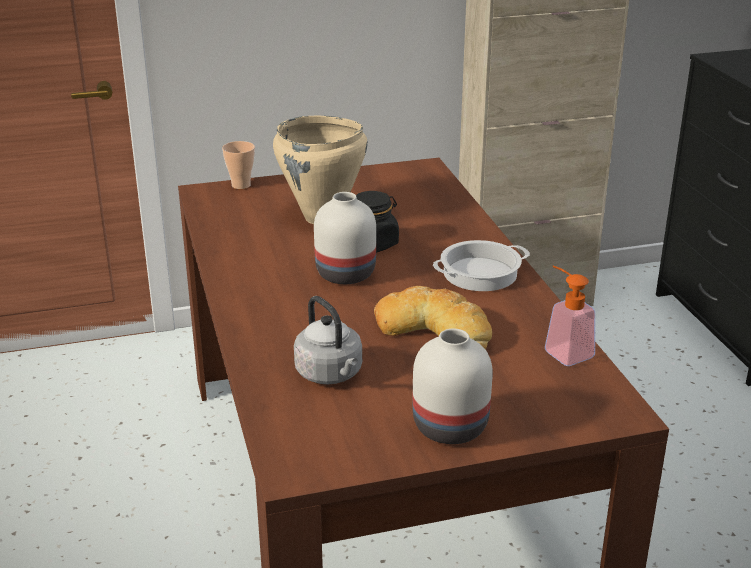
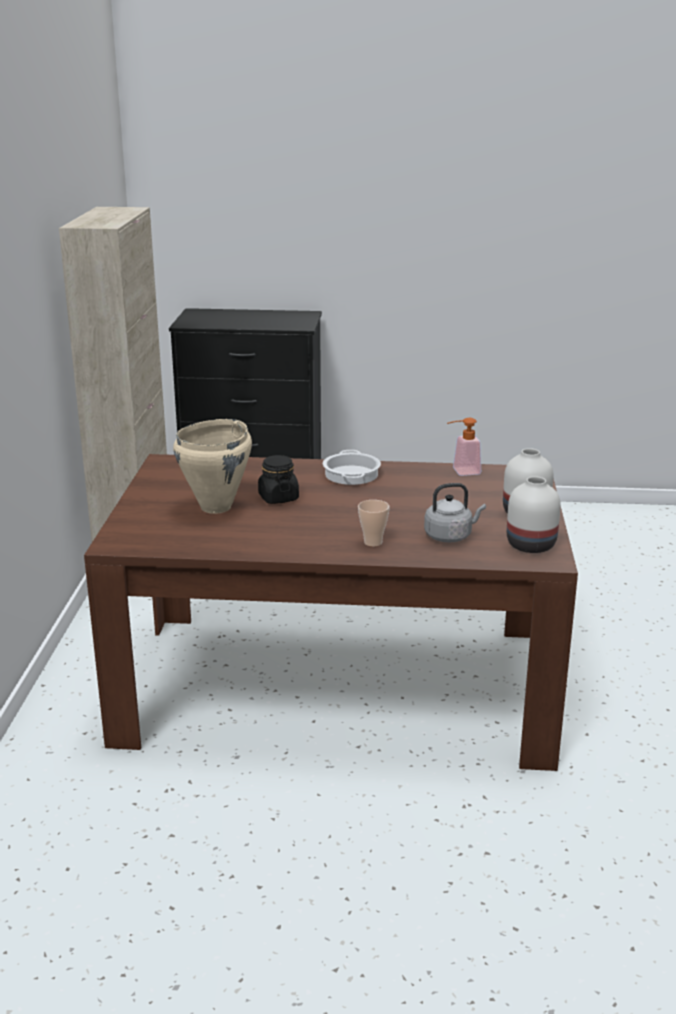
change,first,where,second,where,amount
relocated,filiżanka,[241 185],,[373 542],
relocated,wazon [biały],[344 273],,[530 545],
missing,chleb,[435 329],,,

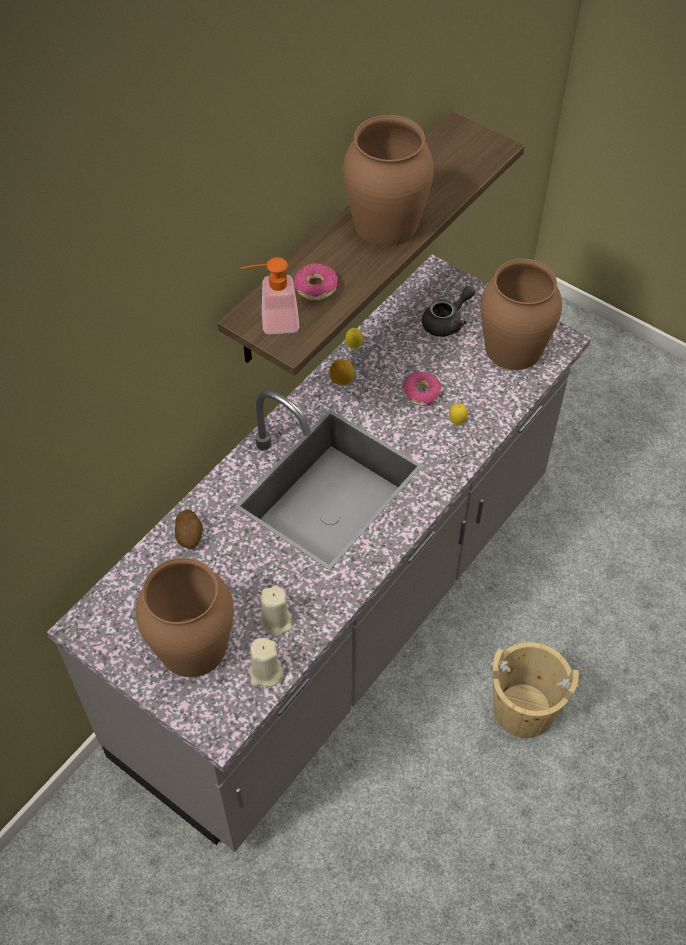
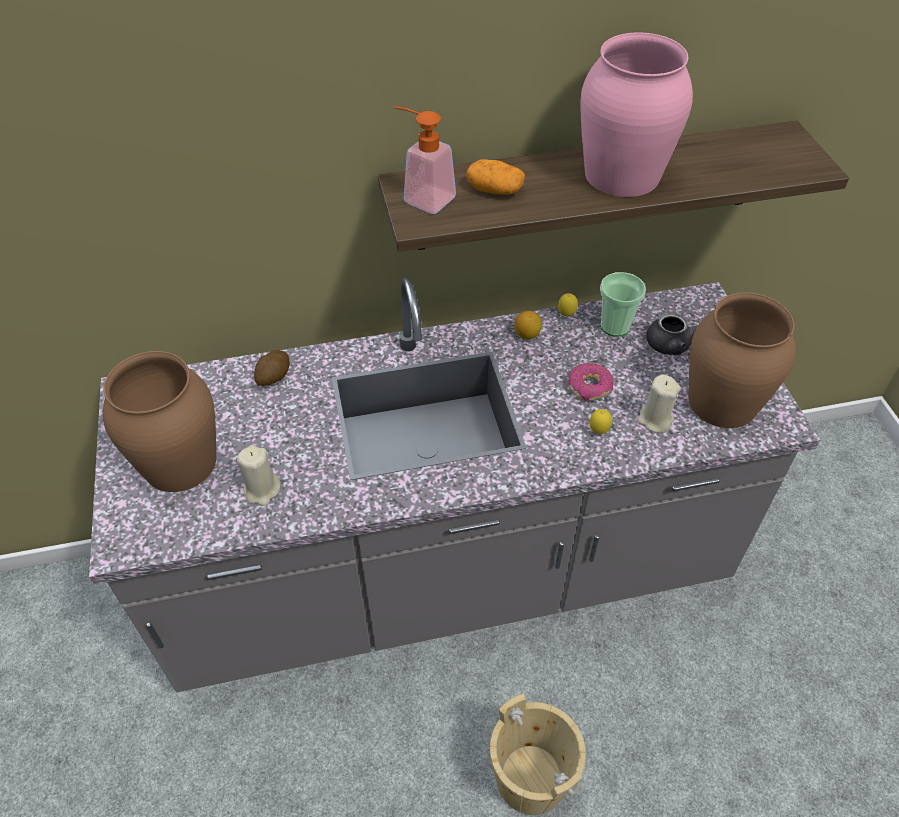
change,first,where,second,where,amount
colour,wazon [brązowy],[386 223],wazon [różowy],[623 174],
exchanged,donut,[315 287],ziemniak,[494 190],
relocated,świeca [beżowy],[265 673],,[654 420],
appeared,,,filiżanka,[615 326],

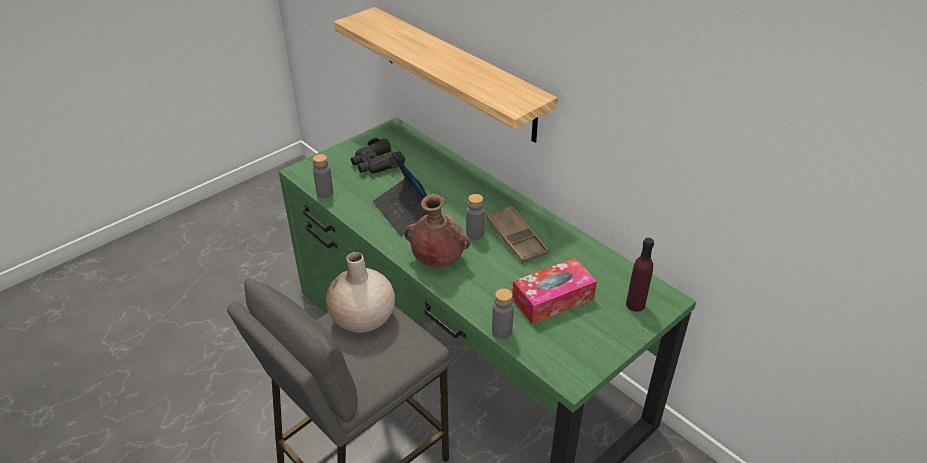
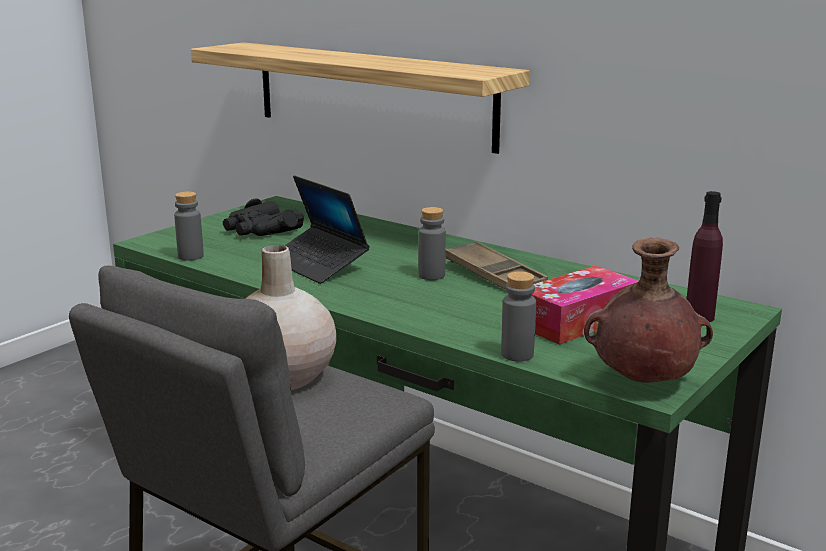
change,first,where,second,where,amount
relocated,wazon [brązowy],[437 260],,[641 382],

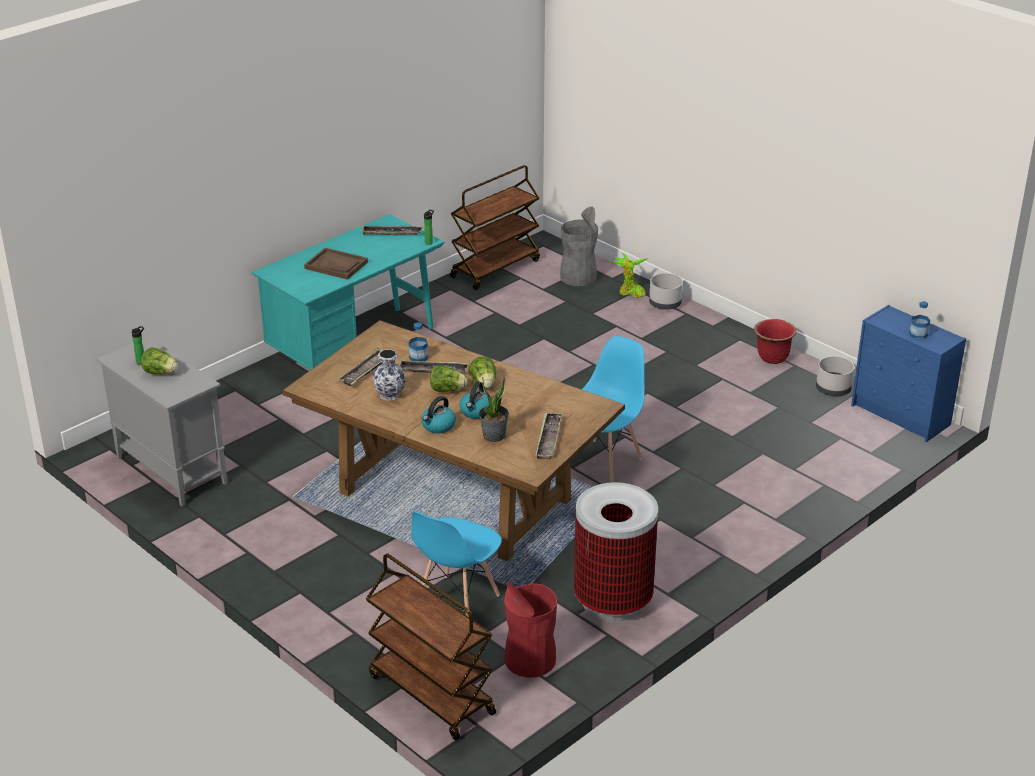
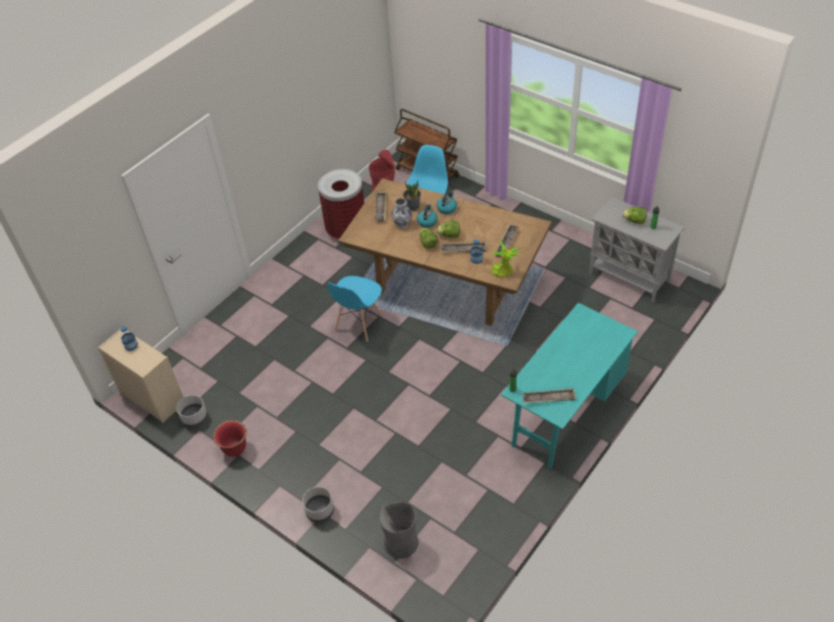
change,first,where,second,where,amount
missing,wózek [brązowy],[495 268],,,
missing,taca [brązowy],[336 265],,,
relocated,roślina doniczkowa,[630 293],,[503 271],
colour,komoda [niebieski],[901 415],komoda [beżowy],[151 397],
relocated,wazon,[389 395],,[402 223],

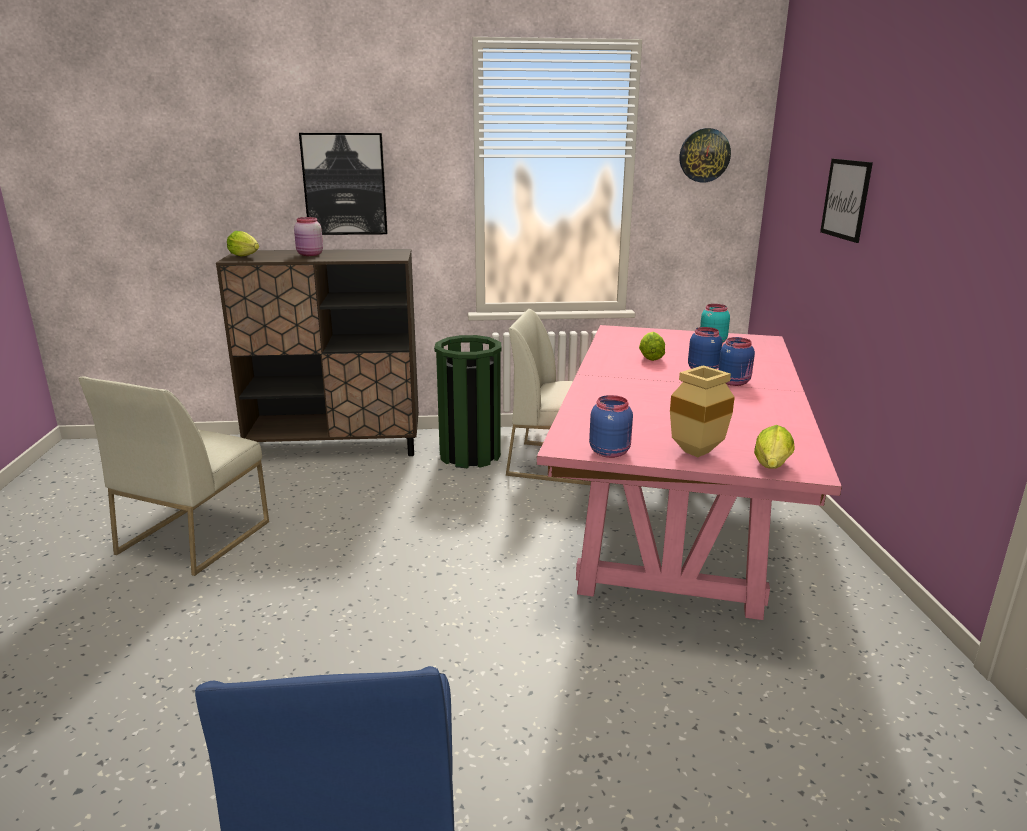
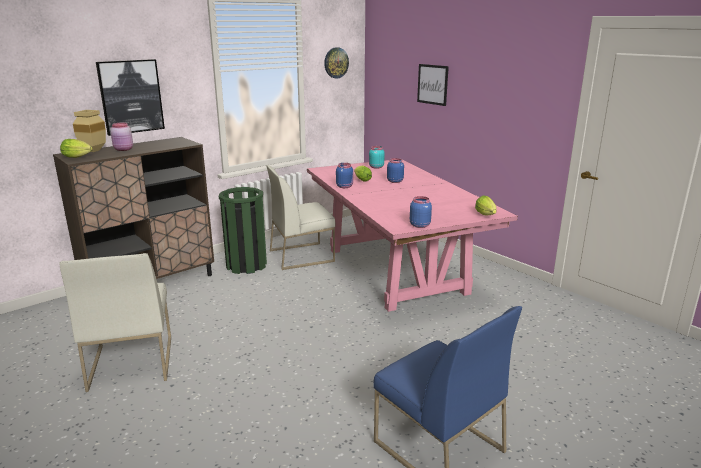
change,first,where,second,where,amount
relocated,słoik [niebieski],[734 382],,[345 186],
relocated,wazon [beżowy],[696 453],,[93 151],

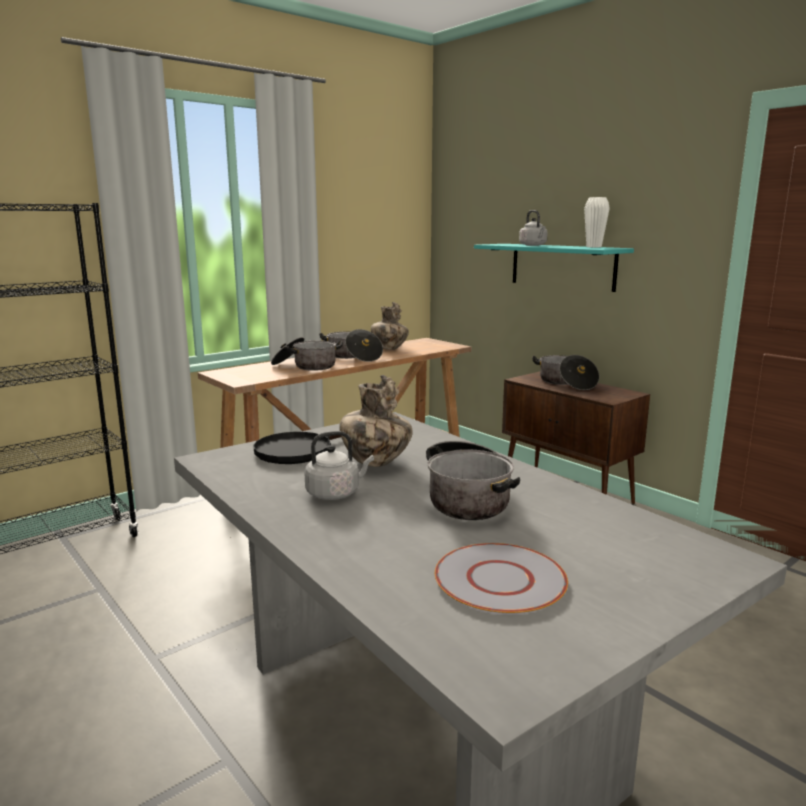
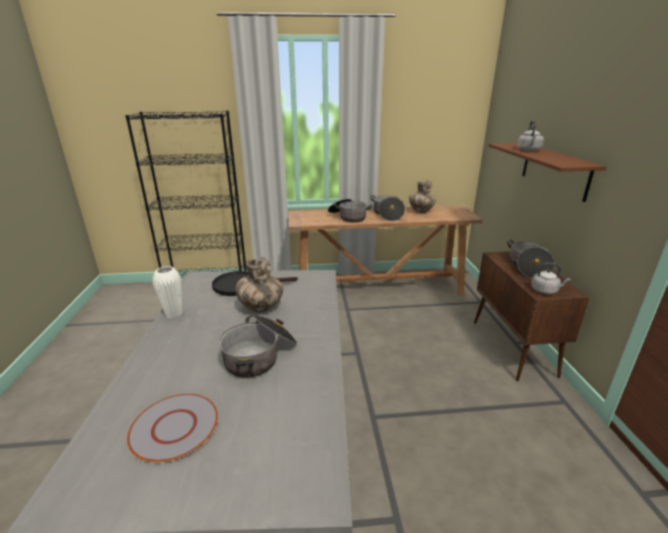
change,first,where,second,where,amount
relocated,wazon [biały],[593 247],,[174 315],
colour,półka [turkusowy],[562 266],półka [brązowy],[554 170],
relocated,czajnik [szary],[335 493],,[545 291],

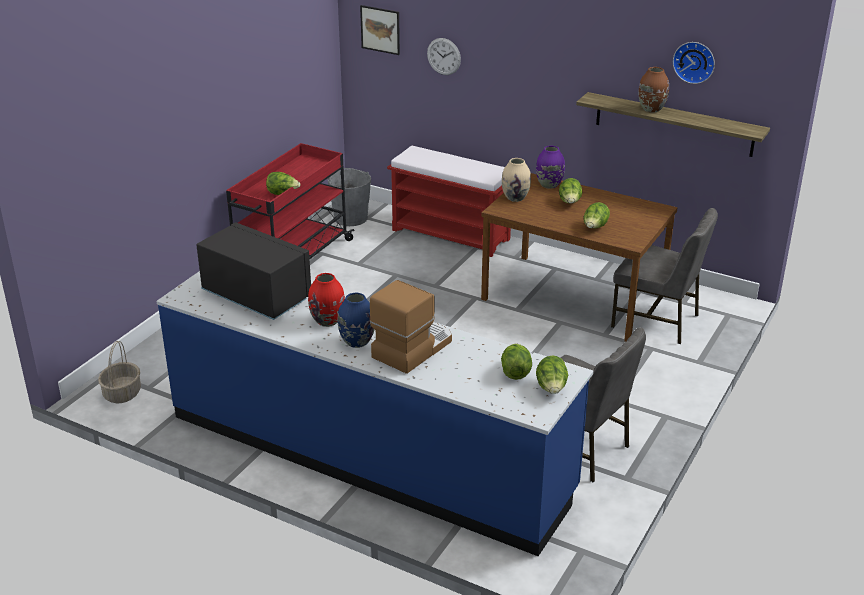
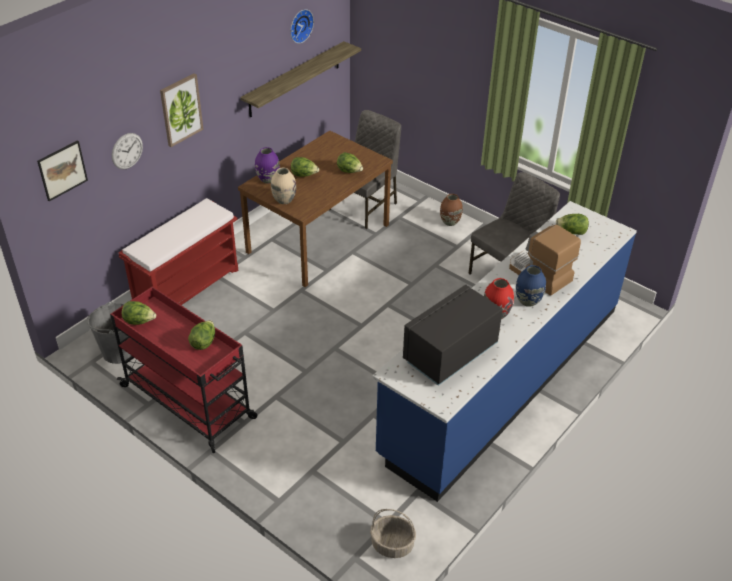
change,first,where,second,where,amount
relocated,wazon [brązowy],[651 109],,[450 222],
relocated,sałata,[551 389],,[139 321],
appeared,,,obraz,[181 109],

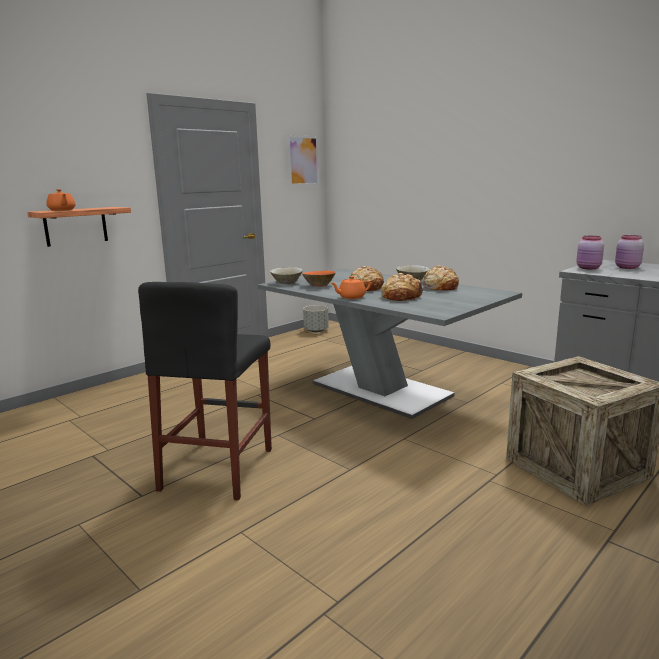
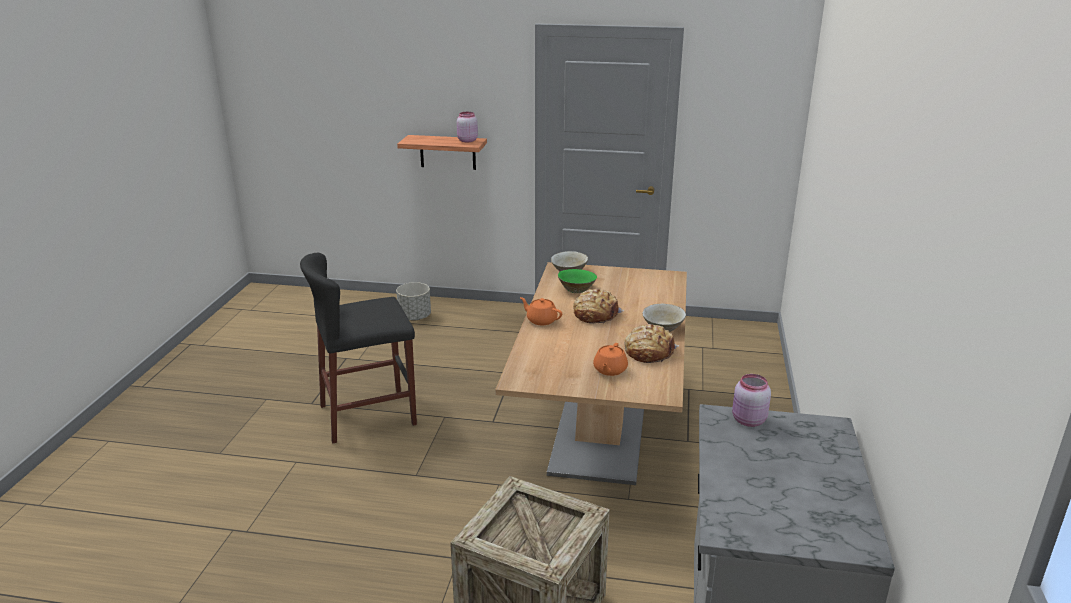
change,first,where,second,where,amount
missing,obraz,[303 160],,,
relocated,imbryk [pomarańczowy],[62 210],,[609 370],
relocated,słoik [różowy],[627 267],,[467 140],
colour,stół jadalny [szary],[381 389],stół jadalny [brązowy],[599 433],
colour,miska [pomarańczowy],[319 285],miska [zielony],[577 289],
missing,chleb,[401 296],,,
relocated,donica [szary],[316 330],,[415 317],

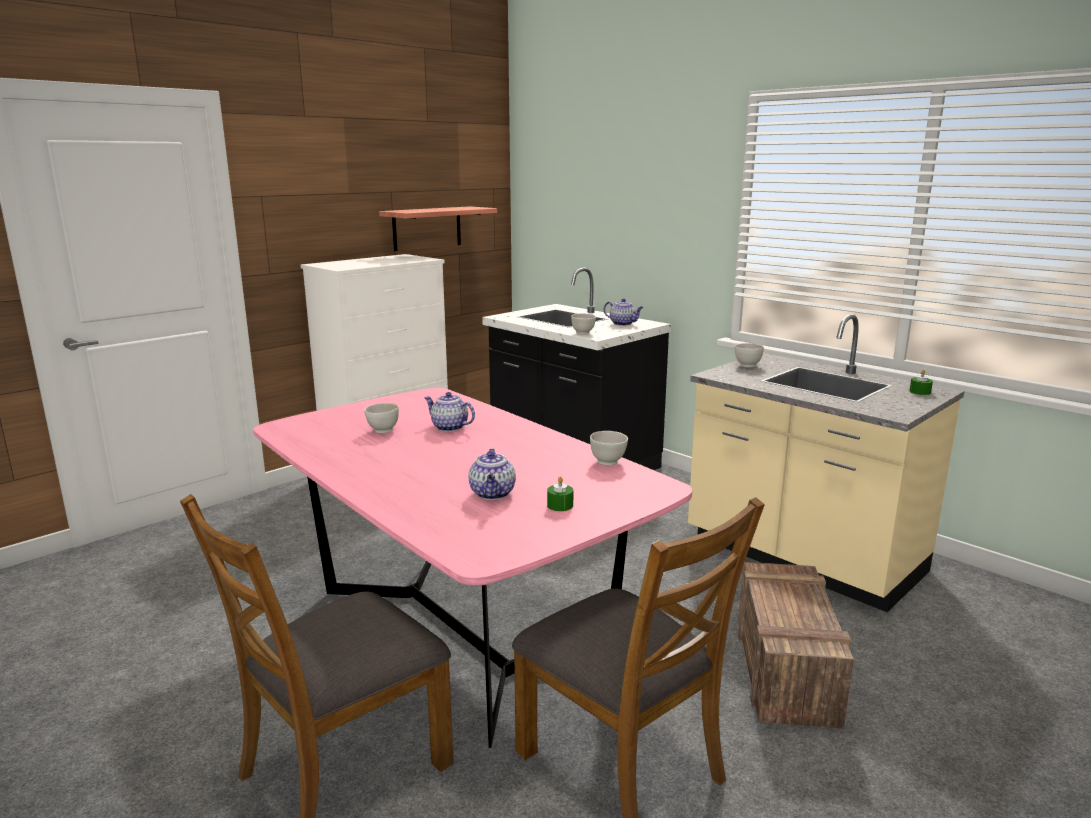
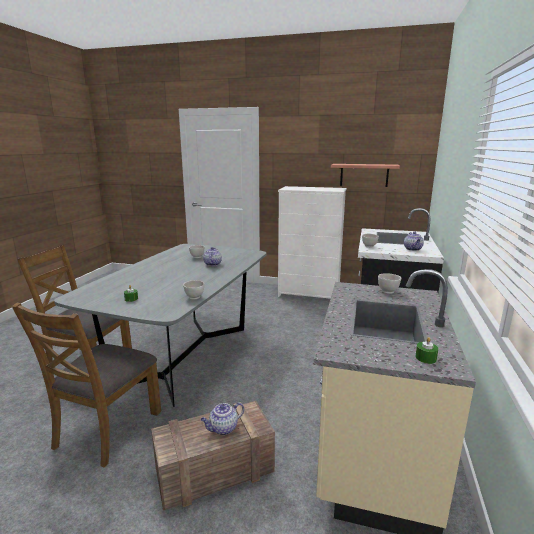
change,first,where,second,where,amount
colour,stół jadalny [różowy],[456 632],stół jadalny [szary],[185 356],
relocated,imbryk,[493 494],,[223 428],

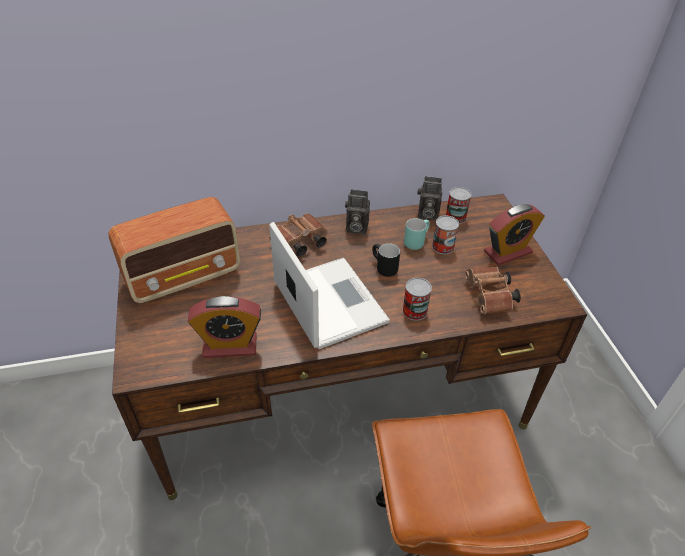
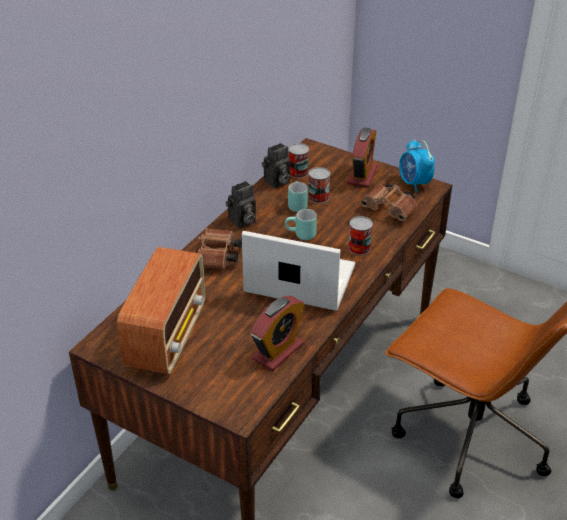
change,first,where,second,where,amount
colour,kubek [czarny],[382 268],kubek [turkusowy],[301 236],
appeared,,,budzik,[414 183],

